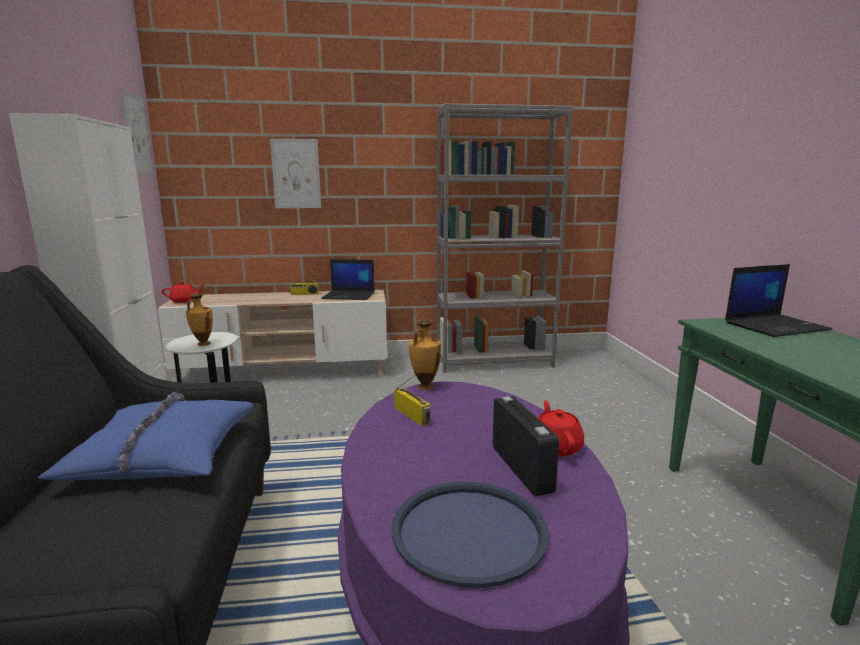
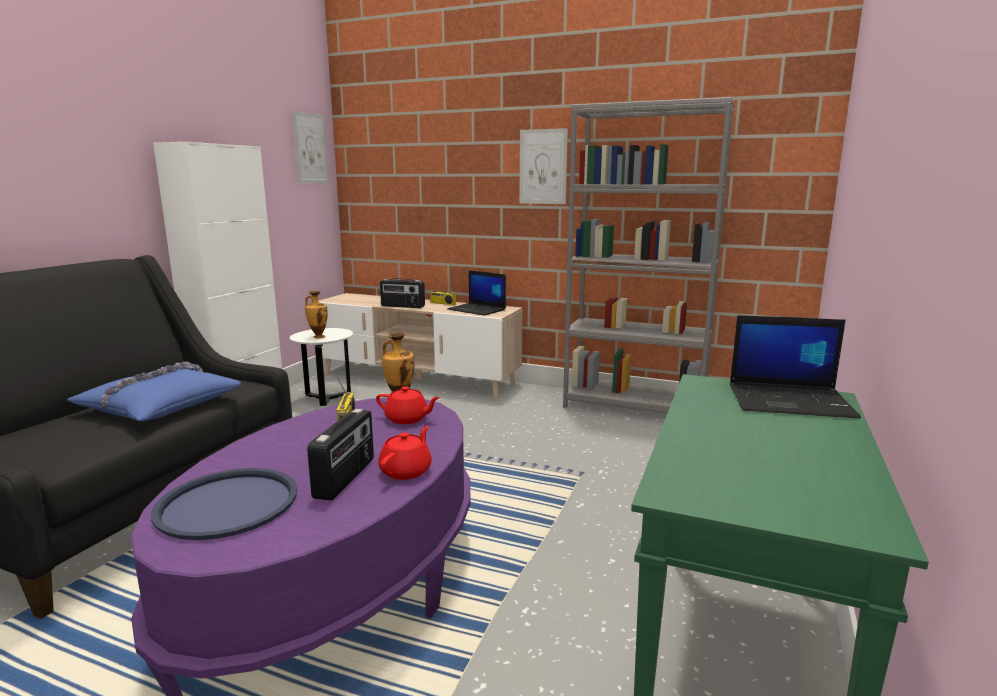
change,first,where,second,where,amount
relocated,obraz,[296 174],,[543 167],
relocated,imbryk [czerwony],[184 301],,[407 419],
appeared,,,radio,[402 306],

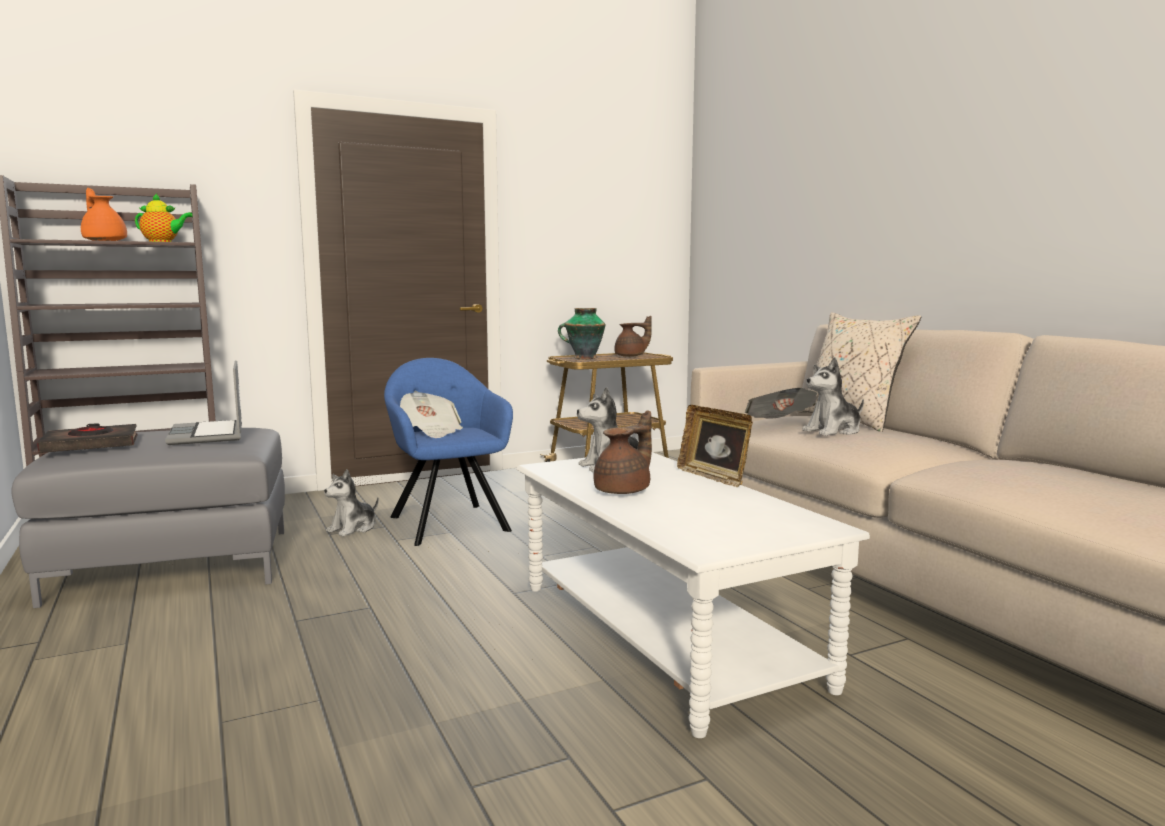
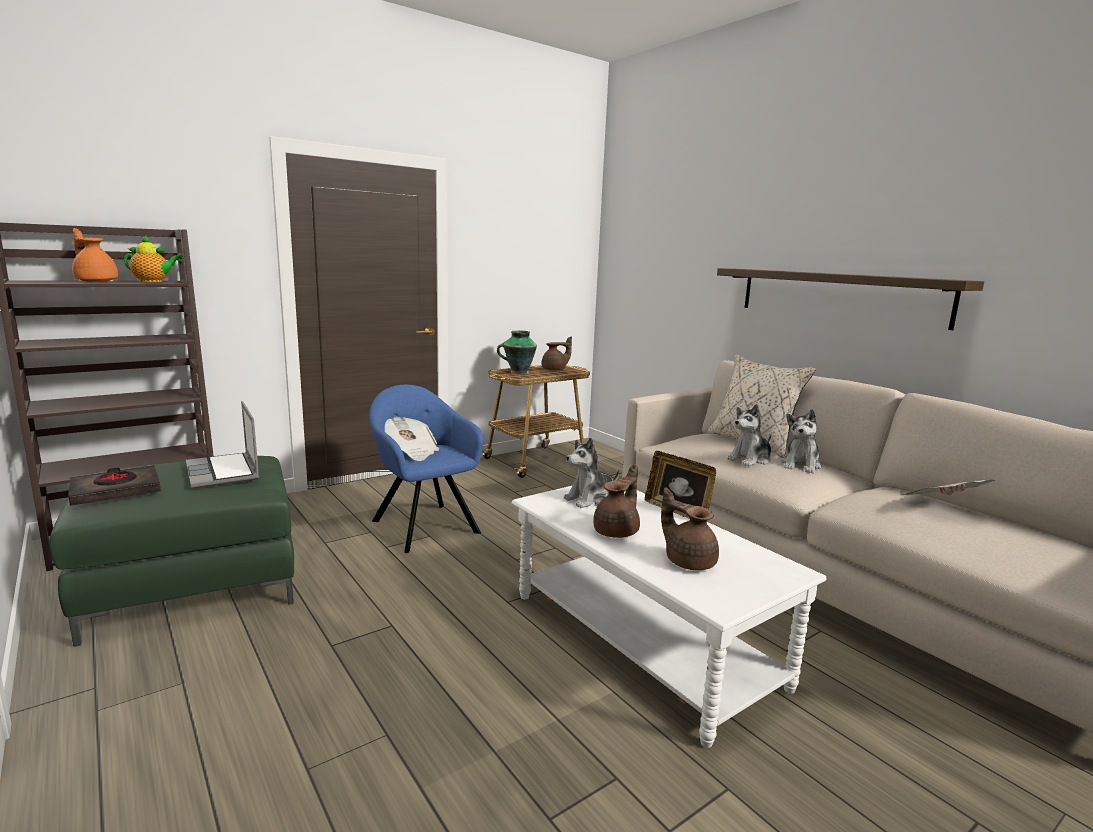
change,first,where,second,where,amount
relocated,gazeta,[779 424],,[941 507],
colour,pufa [szary],[174 565],pufa [zielony],[194 586],
relocated,pluszak,[353 528],,[801 465],
appeared,,,półka,[838 295],
appeared,,,imbryk [brązowy],[688 561],

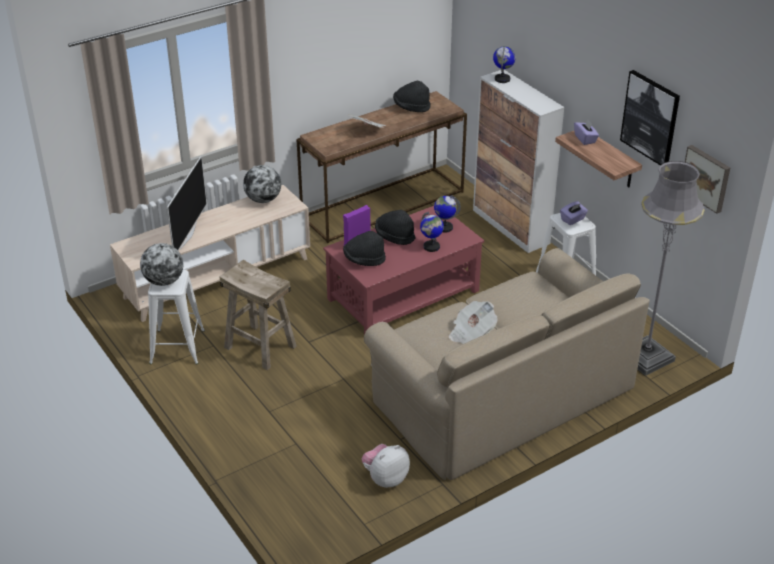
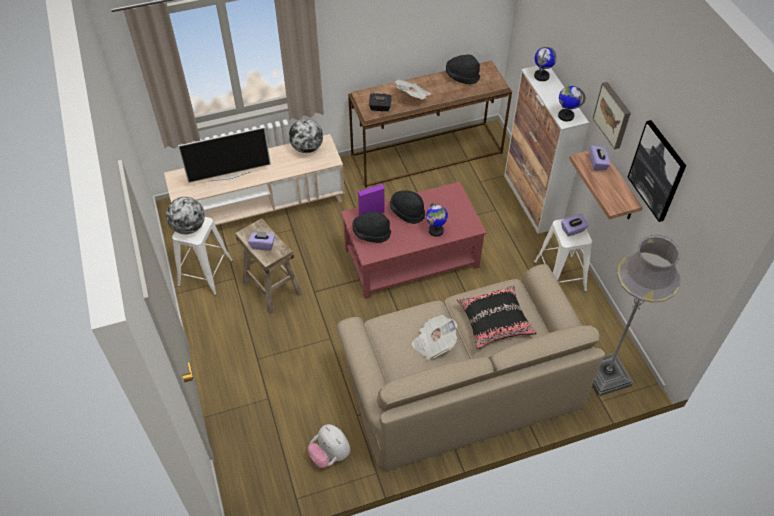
change,first,where,second,where,amount
relocated,obraz,[706 178],,[613 115],
spun,telewizor,[187 235],,[230 176],45 degrees clockwise
relocated,globus,[444 227],,[565 115],
spun,pluszak,[385 478],,[330 454],105 degrees counterclockwise
appeared,,,pudełko chusteczek [czarny],[380 107],
appeared,,,pudełko chusteczek [fioletowy],[263 245],
appeared,,,poduszka [czarny],[494 321],

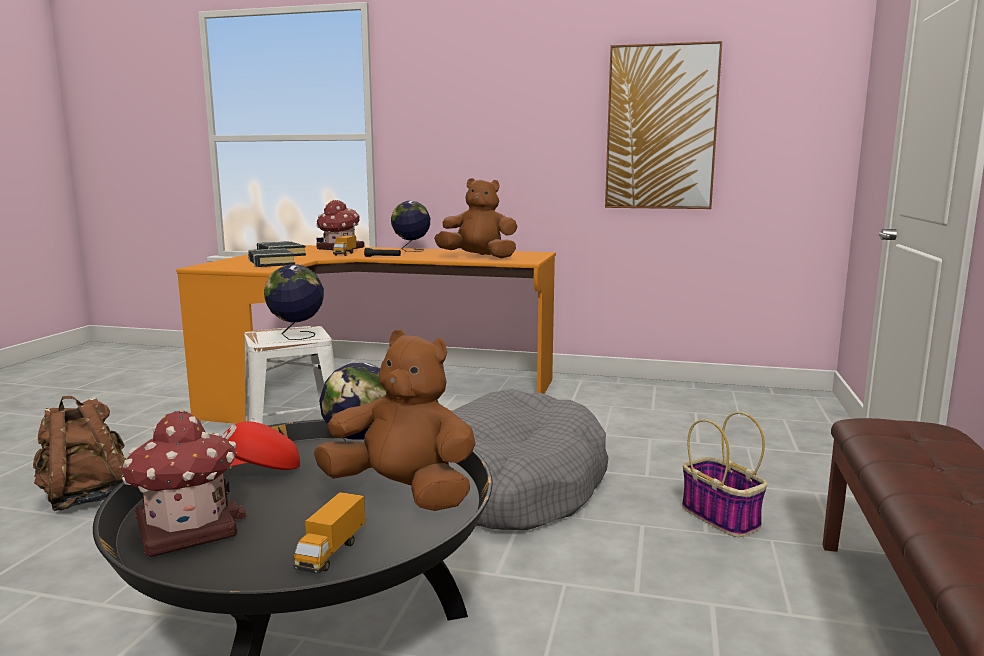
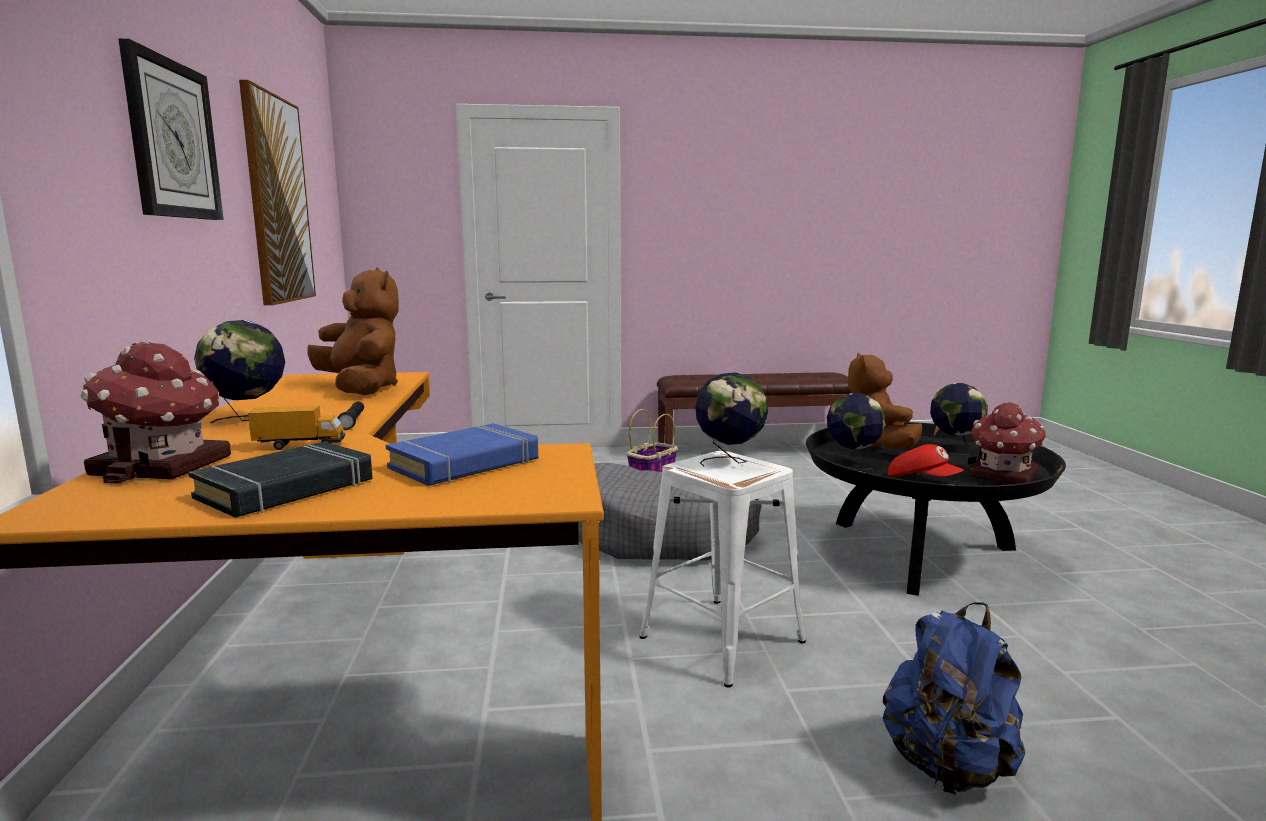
change,first,where,second,where,amount
spun,pluszak [brązowy],[478 257],,[361 389],150 degrees clockwise
colour,książka [czarny],[271 262],książka [niebieski],[465 464],
colour,plecak [brązowy],[86 498],plecak [niebieski],[948 767],
exchanged,ciężarówka zabawkowa,[331 552],globus,[954 448],
appeared,,,zegar ścienny,[172 140],

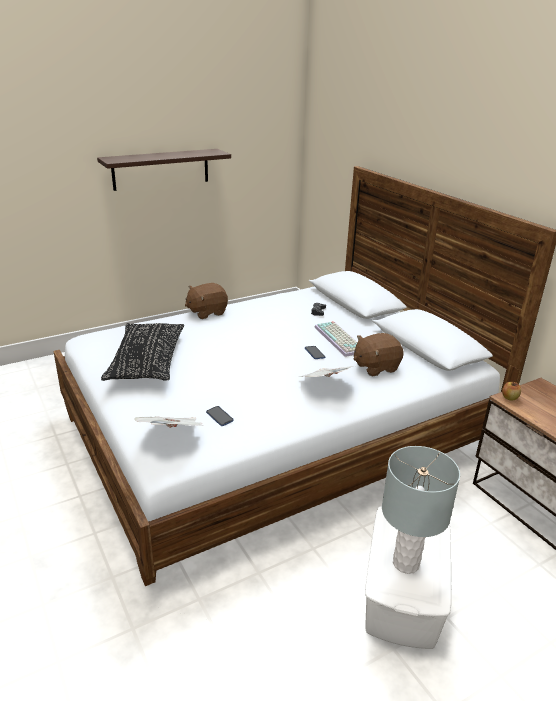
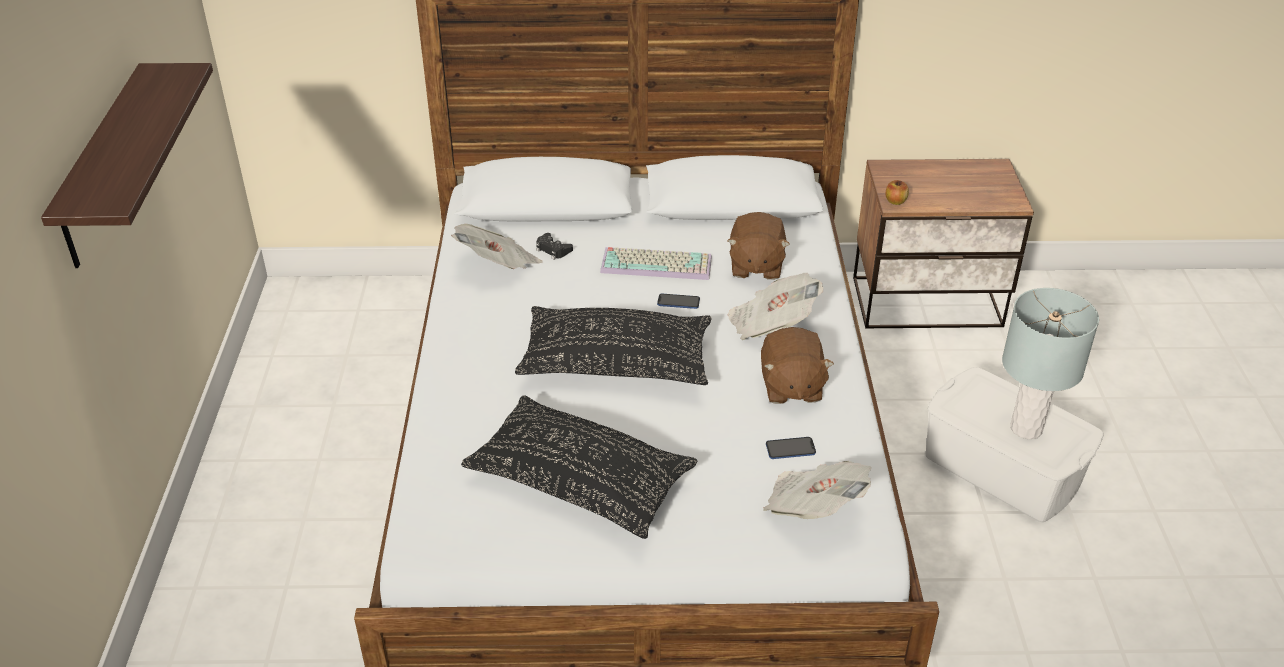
change,first,where,second,where,amount
relocated,pluszak [brązowy],[206 312],,[791 387],
appeared,,,gazeta,[499 266],
appeared,,,poduszka [czarny],[616 363],

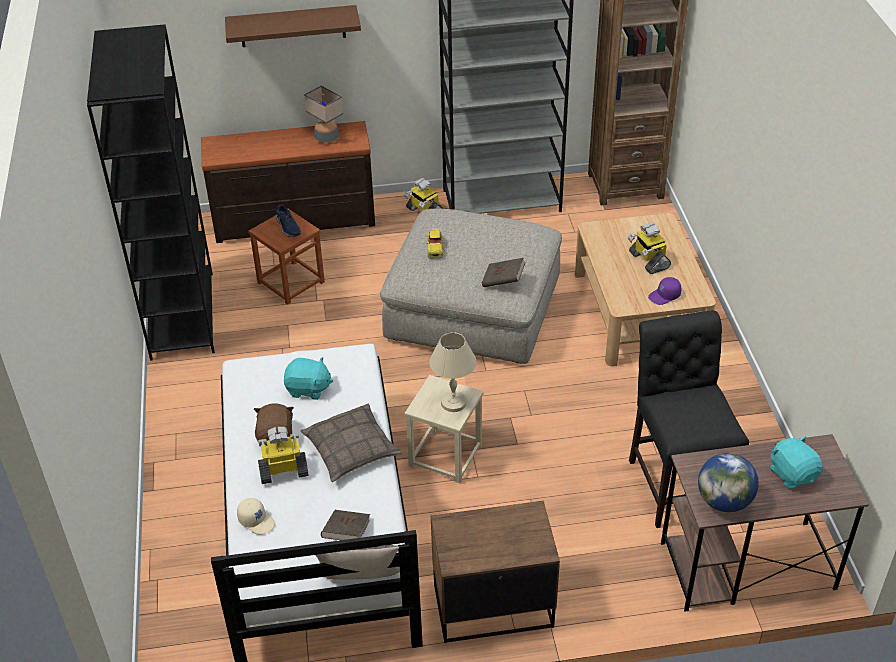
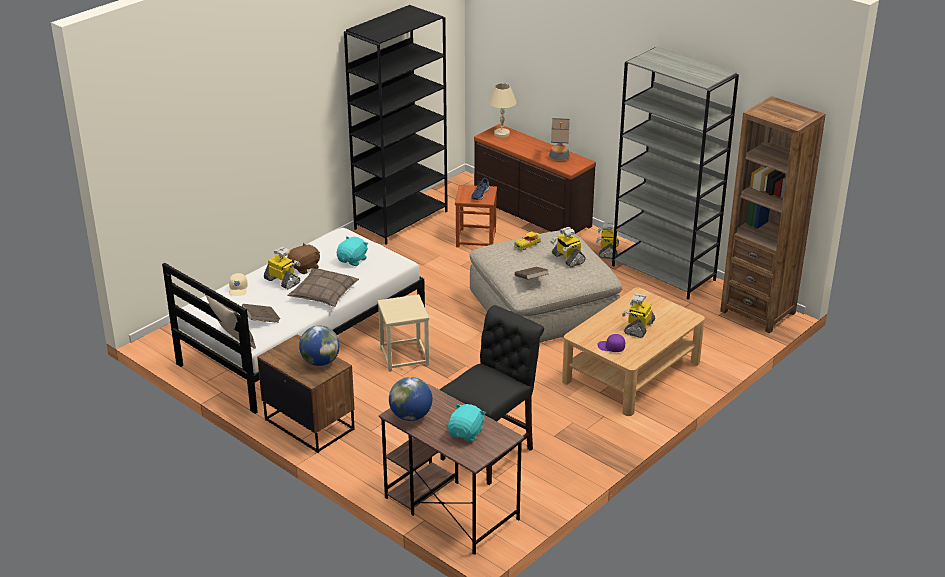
change,first,where,second,where,amount
missing,półka [brązowy],[292 26],,,
relocated,lampa stołowa [beżowy],[454 402],,[502 134],
spun,pluszak [turkusowy],[308 389],,[353 260],120 degrees counterclockwise
appeared,,,robot zabawkowy,[567 258],
appeared,,,globus,[320 362],

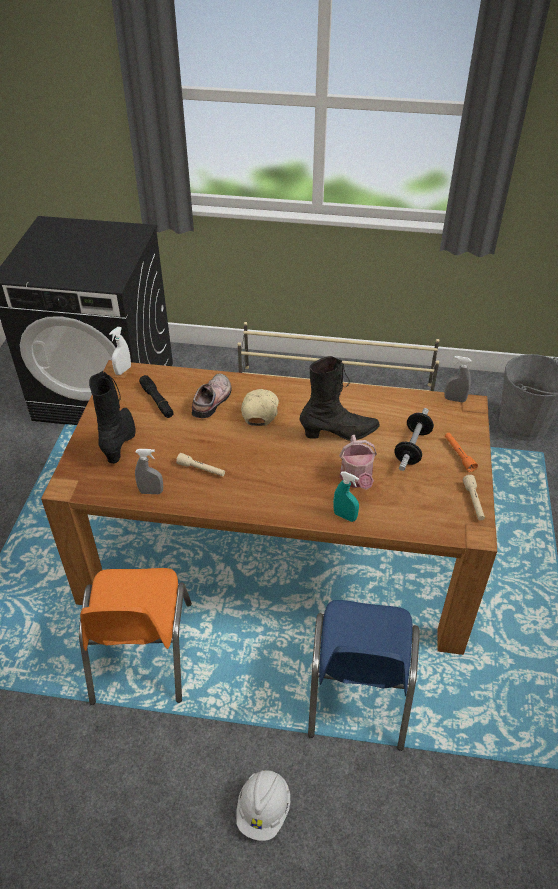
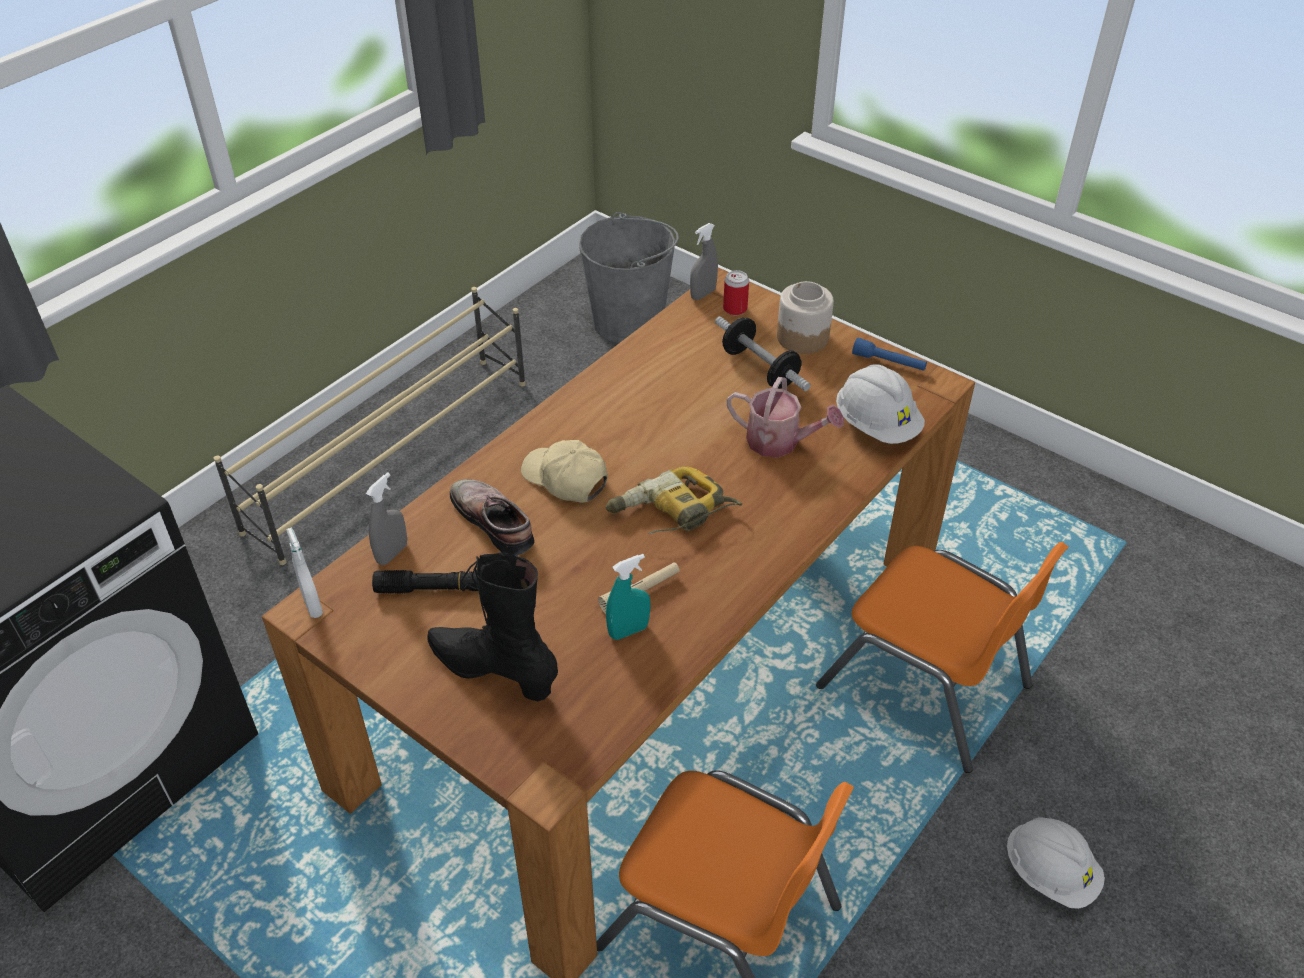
change,first,where,second,where,amount
missing,but z cholewką [czarny],[339 433],,,
exchanged,latarka [pomarańczowy],[458 455],słoik,[802 337],
relocated,spryskiwacz [szary],[151 492],,[392 553],
relocated,spryskiwacz [turkusowy],[345 516],,[628 631],
colour,latarka [beżowy],[473 502],latarka [niebieski],[888 362],
colour,krzesło [niebieski],[358 689],krzesło [pomarańczowy],[925 686],
appeared,,,puszka,[735 309],
appeared,,,kask [biały],[876 425],
appeared,,,wiertarka,[671 514],

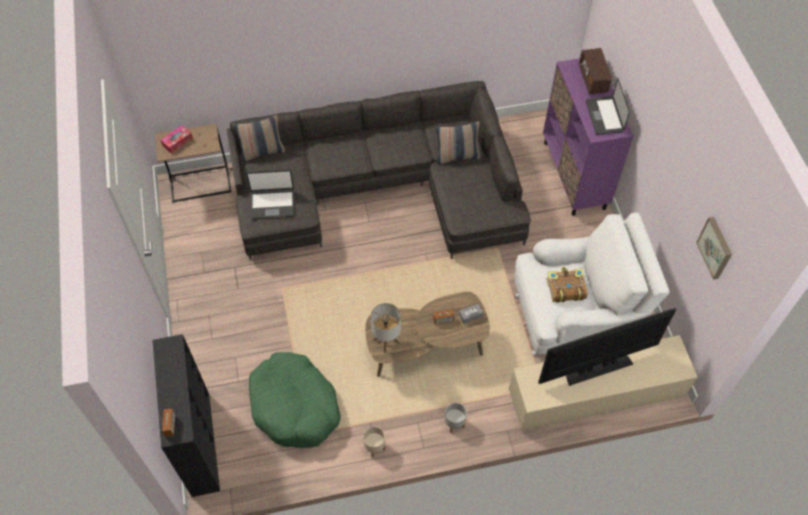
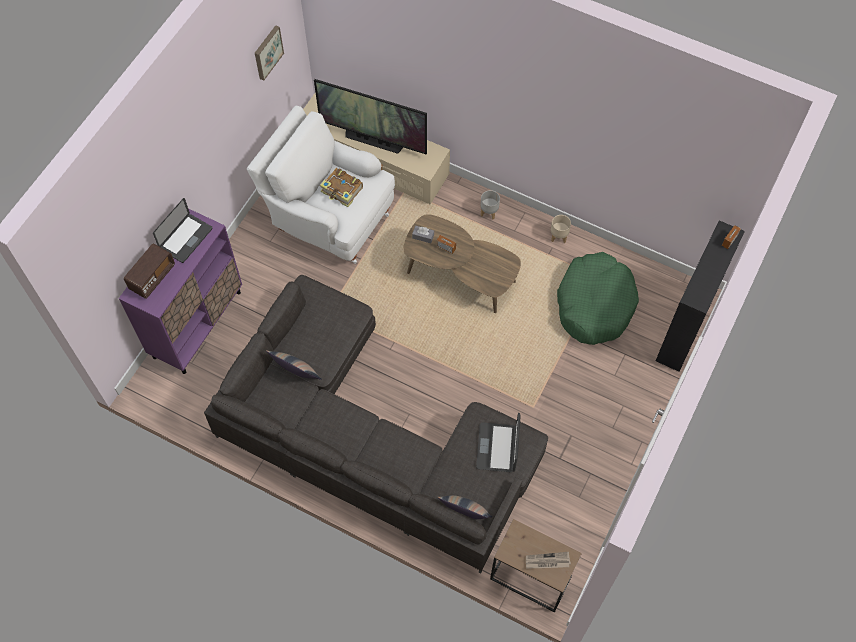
change,first,where,second,where,amount
exchanged,pudełko chusteczek,[177 142],gazeta,[547 561],
spun,laptop,[272 203],,[498 448],120 degrees counterclockwise
missing,lampa stołowa,[386 341],,,

